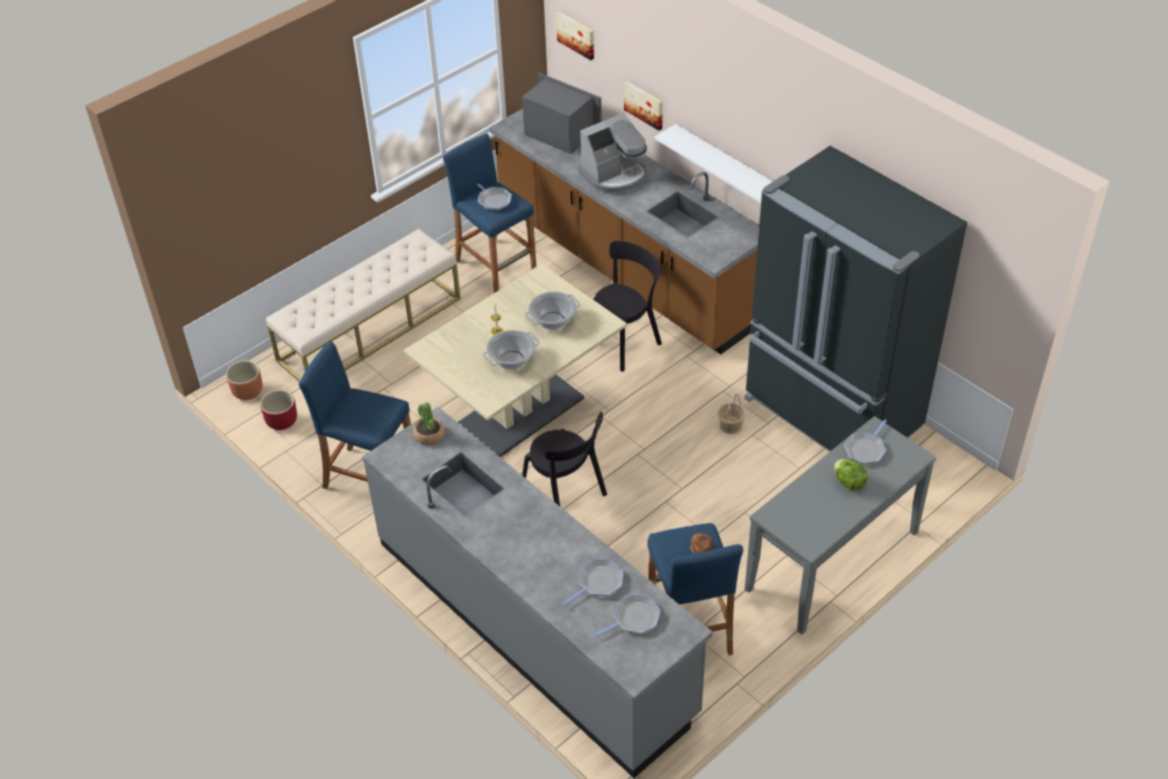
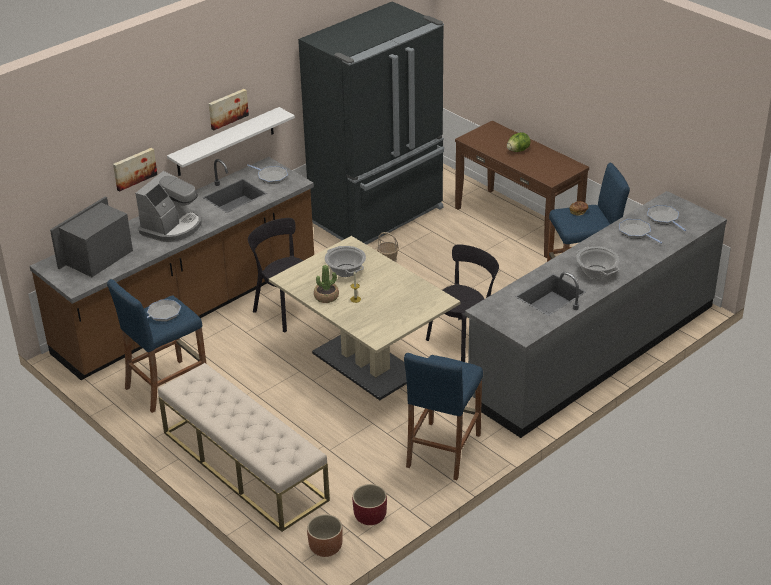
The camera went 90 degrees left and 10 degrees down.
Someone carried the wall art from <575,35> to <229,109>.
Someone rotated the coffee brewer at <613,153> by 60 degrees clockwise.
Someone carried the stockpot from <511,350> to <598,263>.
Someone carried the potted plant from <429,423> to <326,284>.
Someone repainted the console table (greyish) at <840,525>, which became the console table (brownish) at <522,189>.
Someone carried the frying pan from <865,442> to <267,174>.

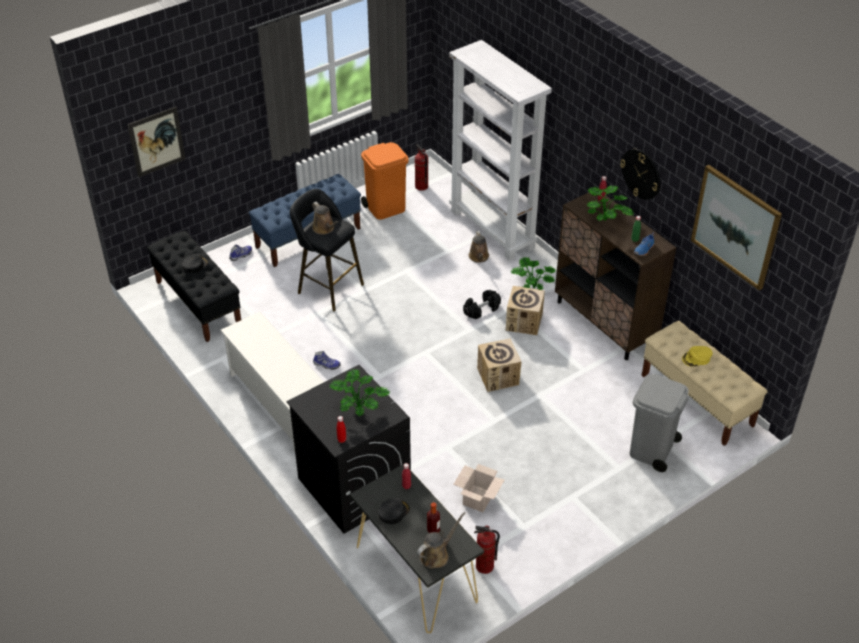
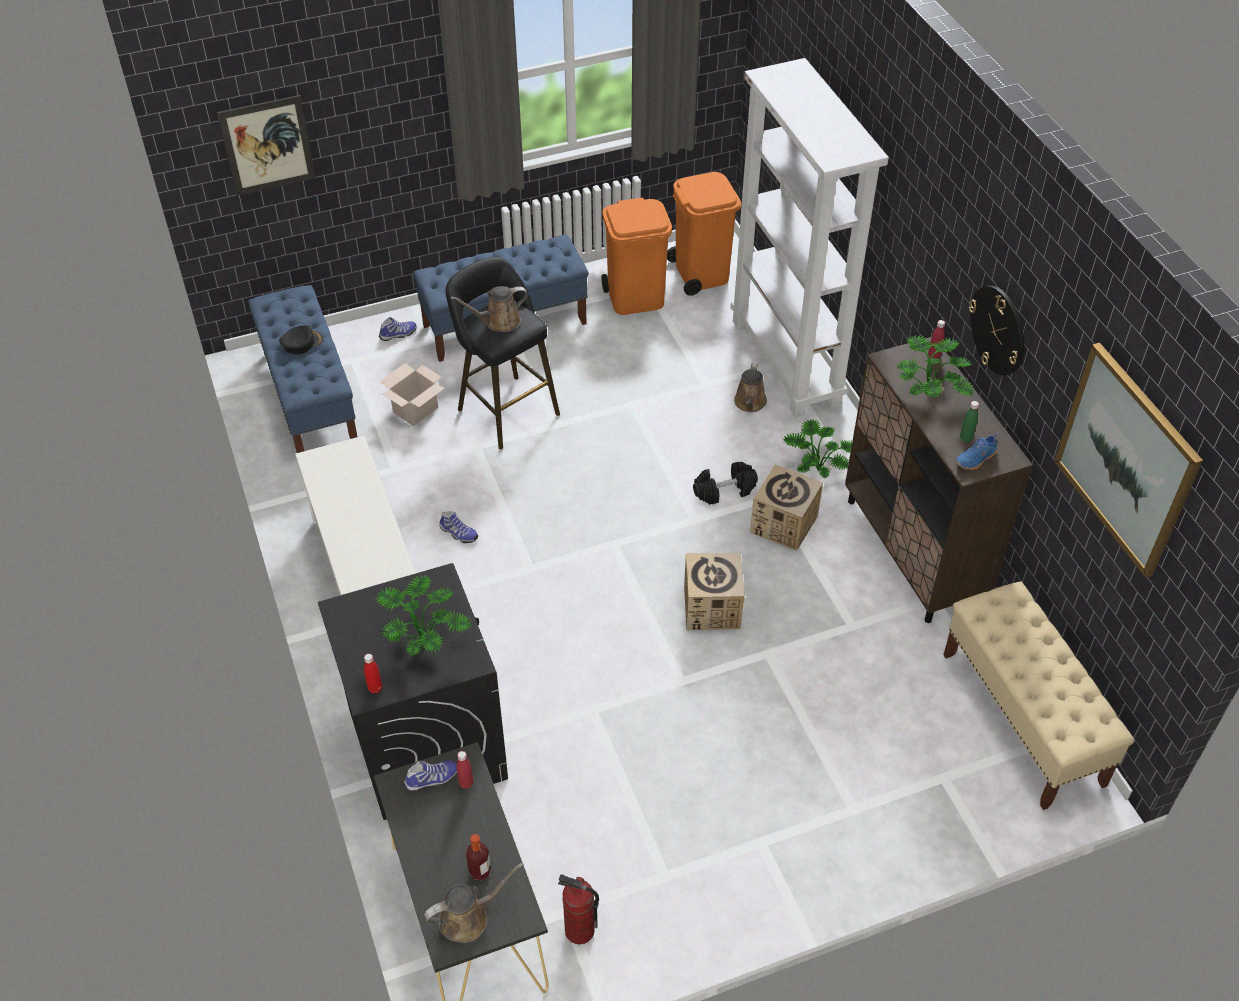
The camera went 15 degrees right and 5 degrees up.
Someone swapped the extinguisher at <421,167> for the trash can (orange) at <704,234>.
Someone rotated the sprinkling can (brownish) at <325,218> by 90 degrees clockwise.
Someone repainted the indoor bench (blackish) at <194,286>, which became the indoor bench (bluish) at <302,369>.
Someone took away the baseball cap (yellow-coloured) at <697,356>.
Someone took away the trash can (greyish) at <659,423>.
Someone carried the cardboard box from <479,488> to <412,394>.
Someone took away the baseball cap (blackish) at <393,511>.
Someone put down the low shoe at <430,776>.

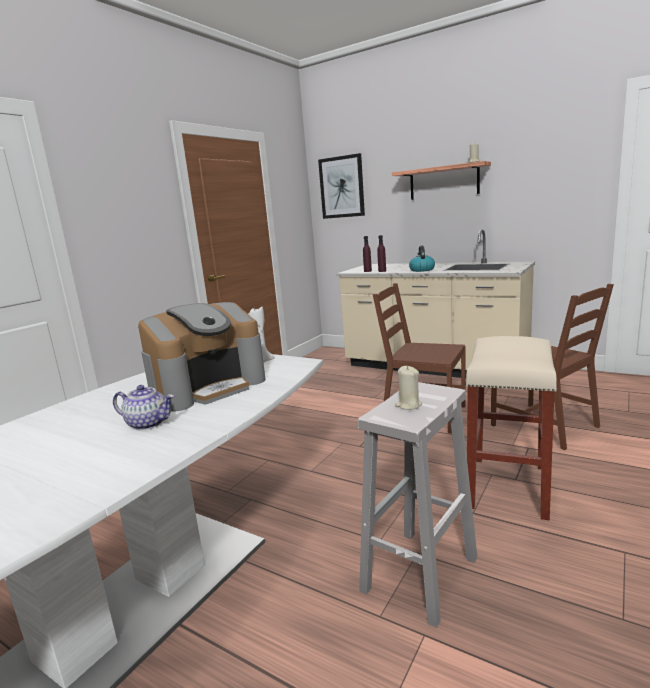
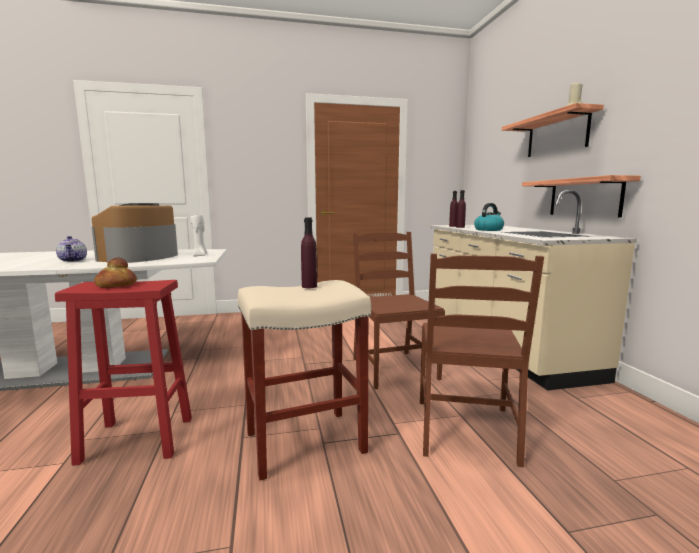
The camera went 45 degrees right and 5 degrees down.
Someone took away the wall art at <341,186>.
Someone rotated the coffee brewer at <202,357> by 105 degrees clockwise.
Someone swapped the wax candle (beige) at <408,388> for the baked bread at <115,273>.
Someone repainted the stool seat (whitish) at <417,505>, which became the stool seat (red-coloured) at <123,373>.
Someone put up the bracket shelf at <581,196>.
Someone put down the drink bottle (purple-coloured) at <309,252>.

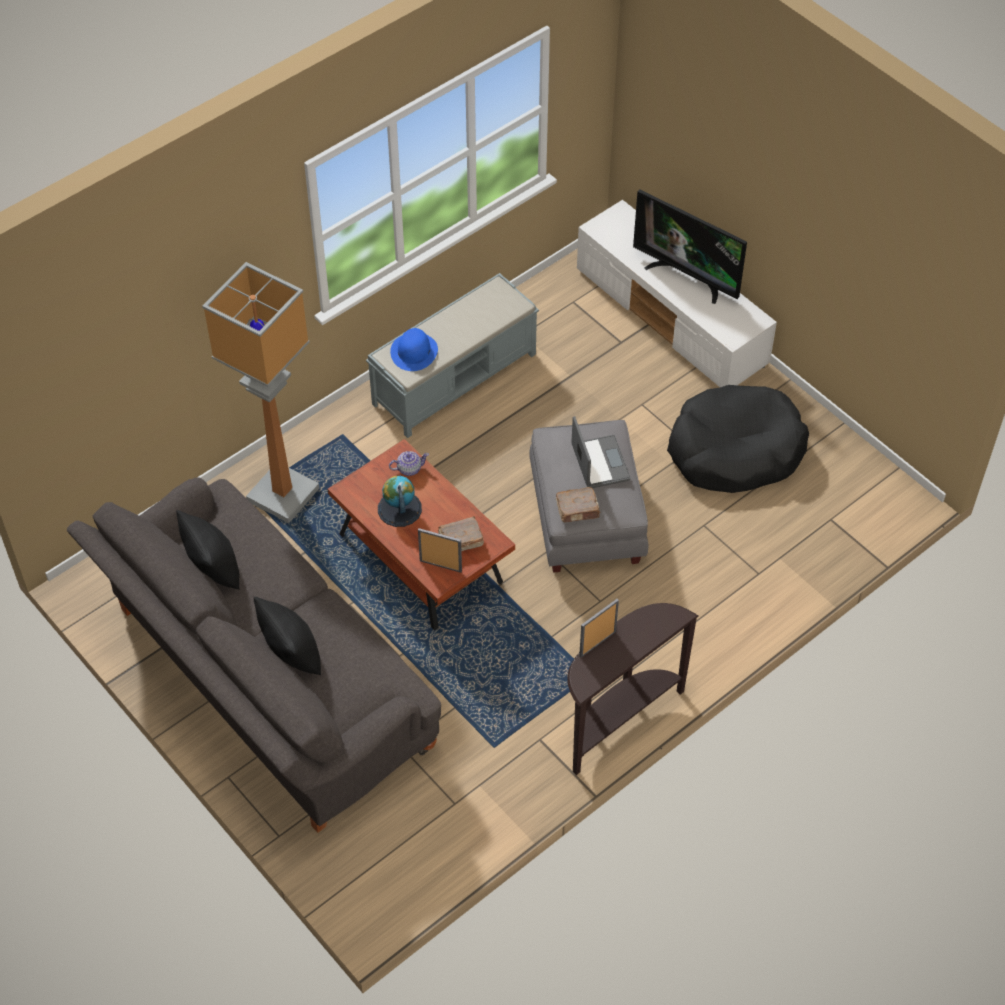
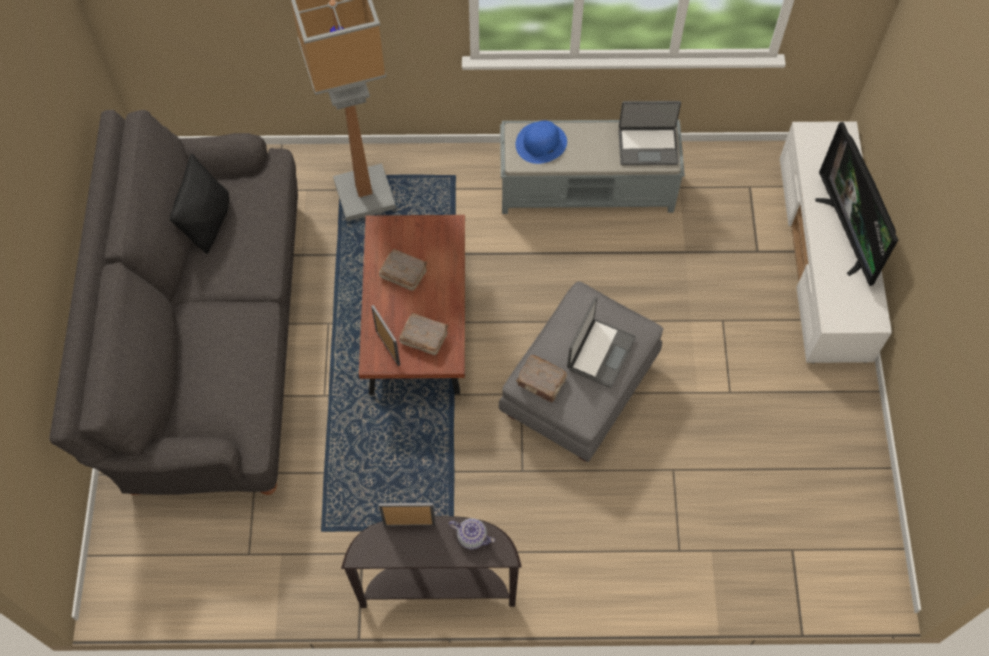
The camera went 40 degrees right and 10 degrees up.
Someone took away the dog cushion (blackish) at <738,439>.
Someone carried the tea pot from <409,463> to <472,533>.
Someone swapped the desk globe at <400,501> for the book (brownish) at <403,270>.
Someone took away the throw pillow (blackish) at <287,636>.
Someone put down the portable computer at <649,133>.

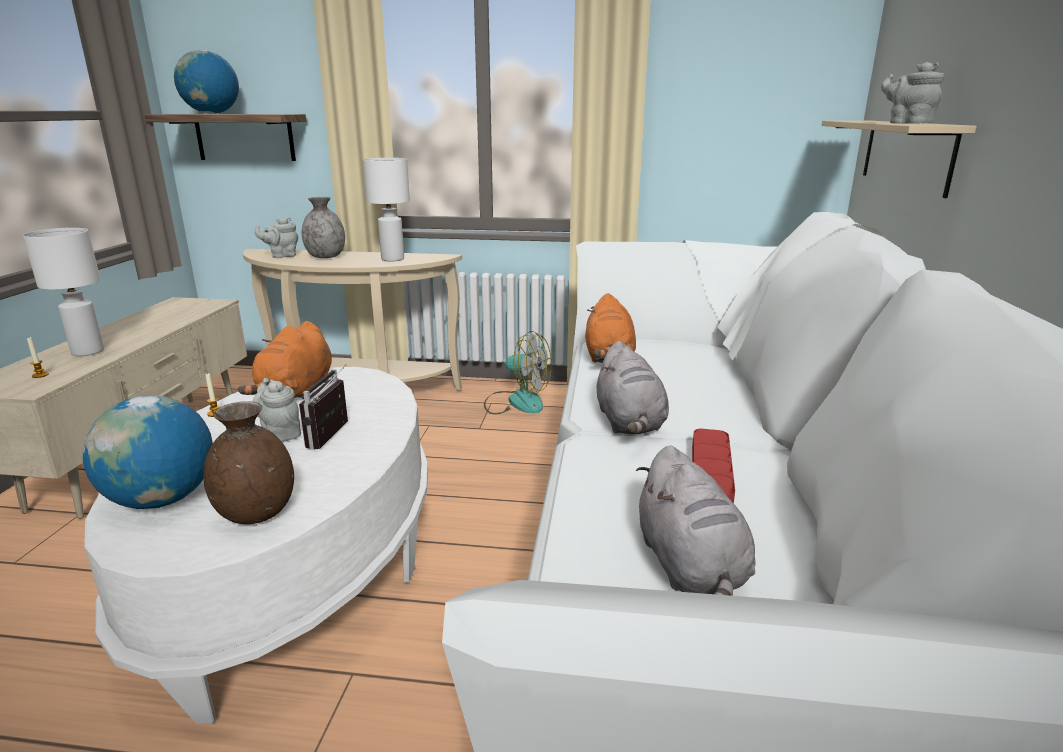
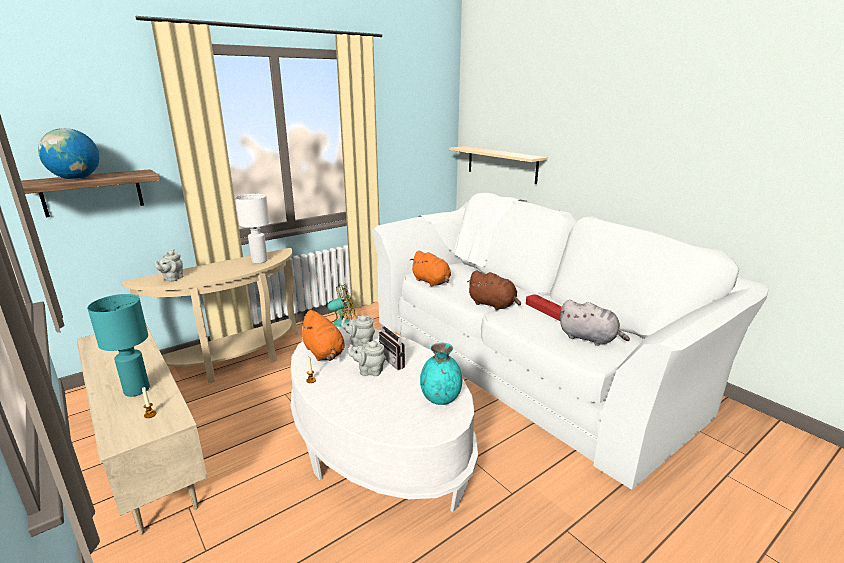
The camera went 45 degrees left and 0 degrees up.
Someone carried the tea pot (greyish) from <912,93> to <358,331>.
Someone took away the flower vase (greyish) at <323,227>.
Someone repainted the lamp for a table (whitish) at <63,292>, which became the lamp for a table (turquoise-coloured) at <118,345>.
Someone repainted the soft toy (greyish) at <632,387>, which became the soft toy (brownish) at <494,290>.
Someone took away the desk globe at <148,452>.
Someone repainted the flower vase (brownish) at <248,462>, which became the flower vase (turquoise-coloured) at <441,374>.

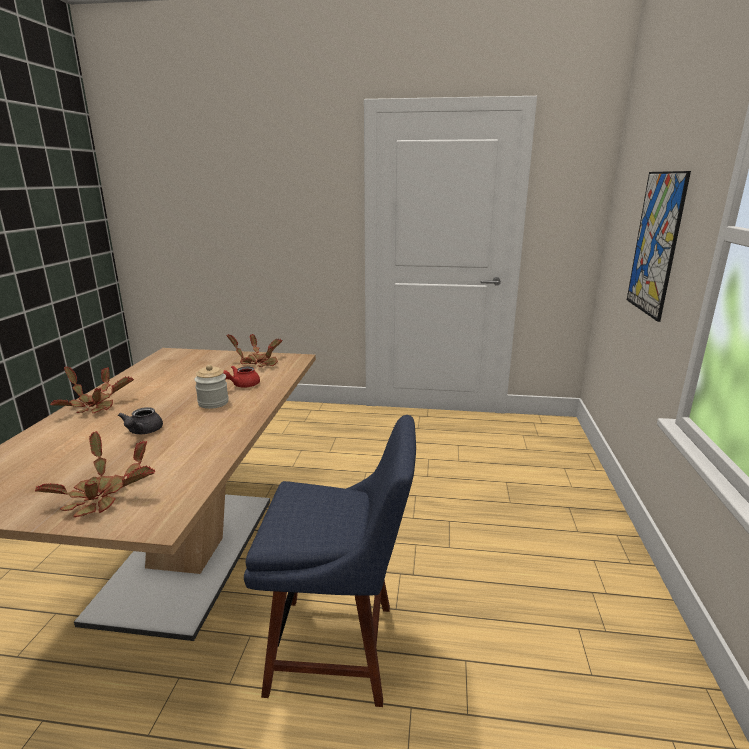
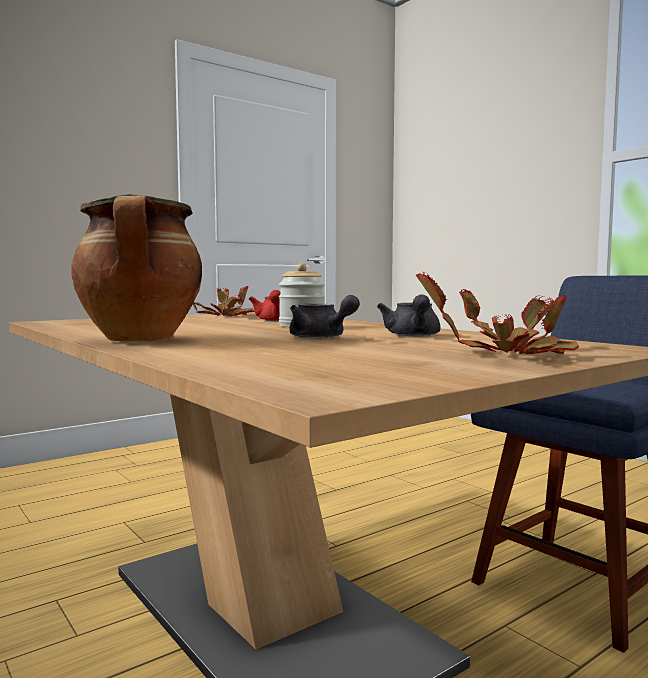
The camera went 45 degrees left and 15 degrees down.
Someone took away the wall art at <659,246>.
Someone swapped the potted plant at <92,389> for the stockpot at <136,268>.
Someone put down the tea pot (greyish) at <409,315>.

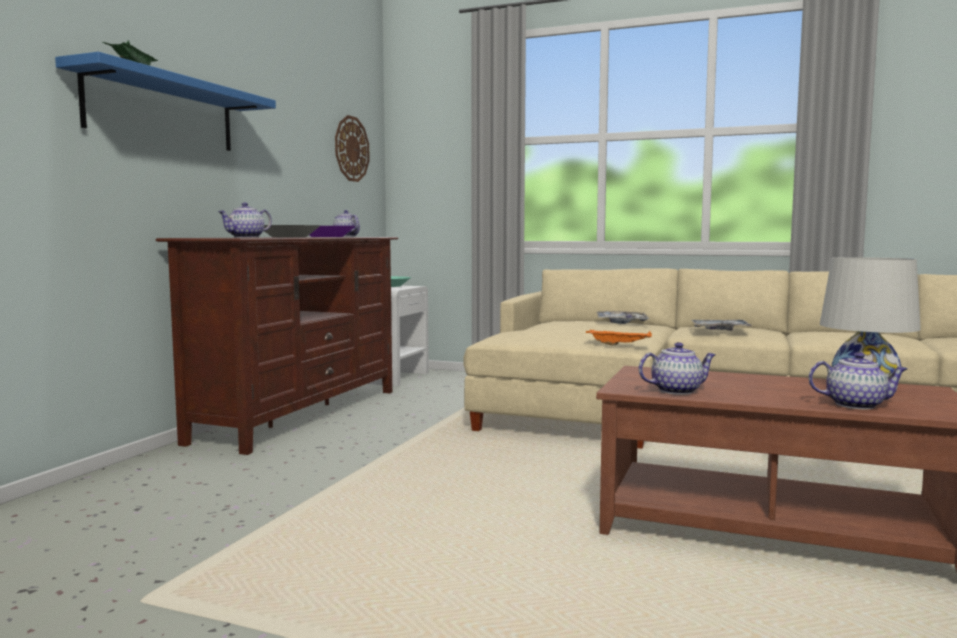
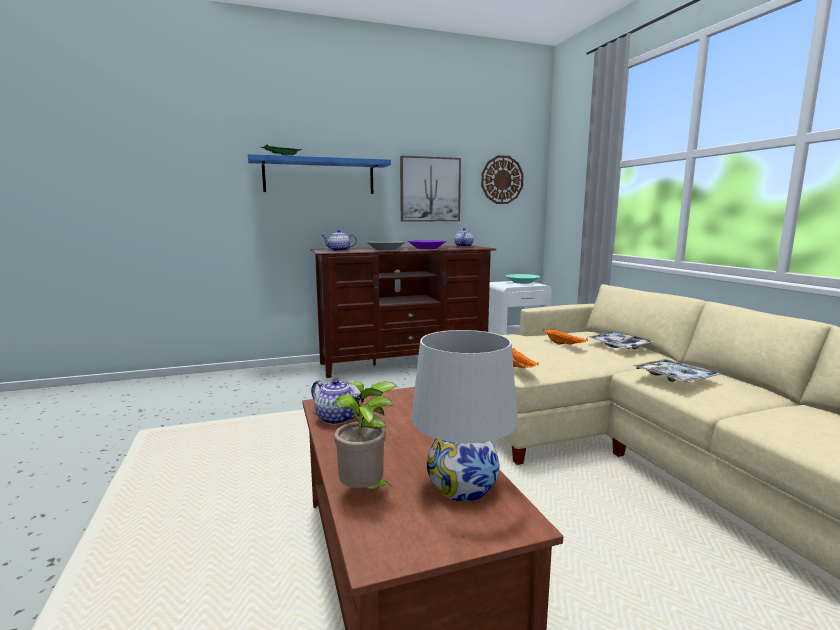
The camera went 50 degrees right and 5 degrees up.
Someone swapped the tea pot at <858,380> for the potted plant at <365,435>.
Someone put up the wall art at <430,189>.
Someone put down the carrying tray (orange) at <565,337>.

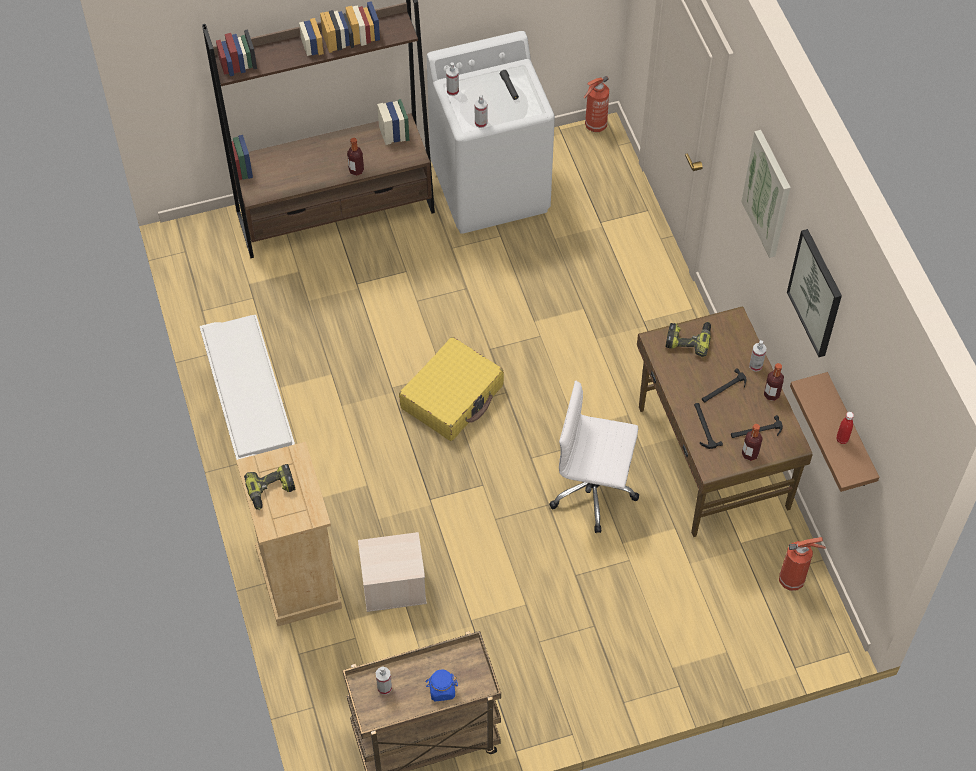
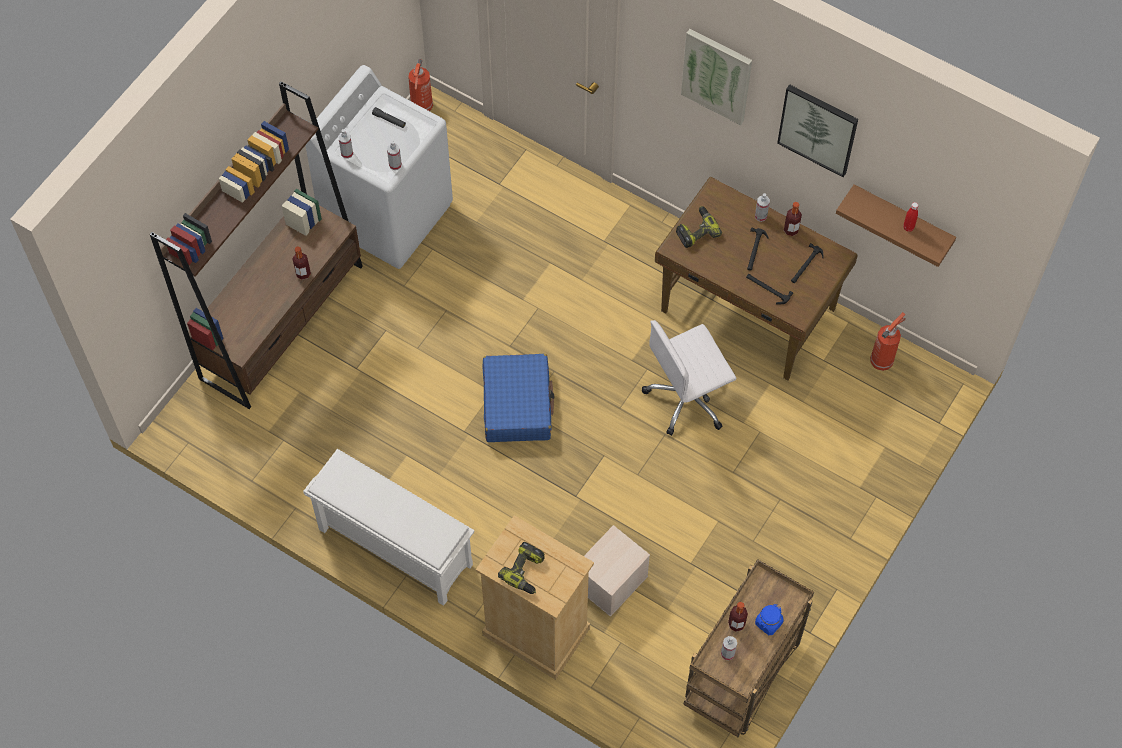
The camera went 40 degrees left and 5 degrees up.
Someone repainted the suitcase (yellow-coloured) at <451,389>, which became the suitcase (bluish) at <518,398>.
Someone carried the drink bottle from <752,442> to <738,617>.

